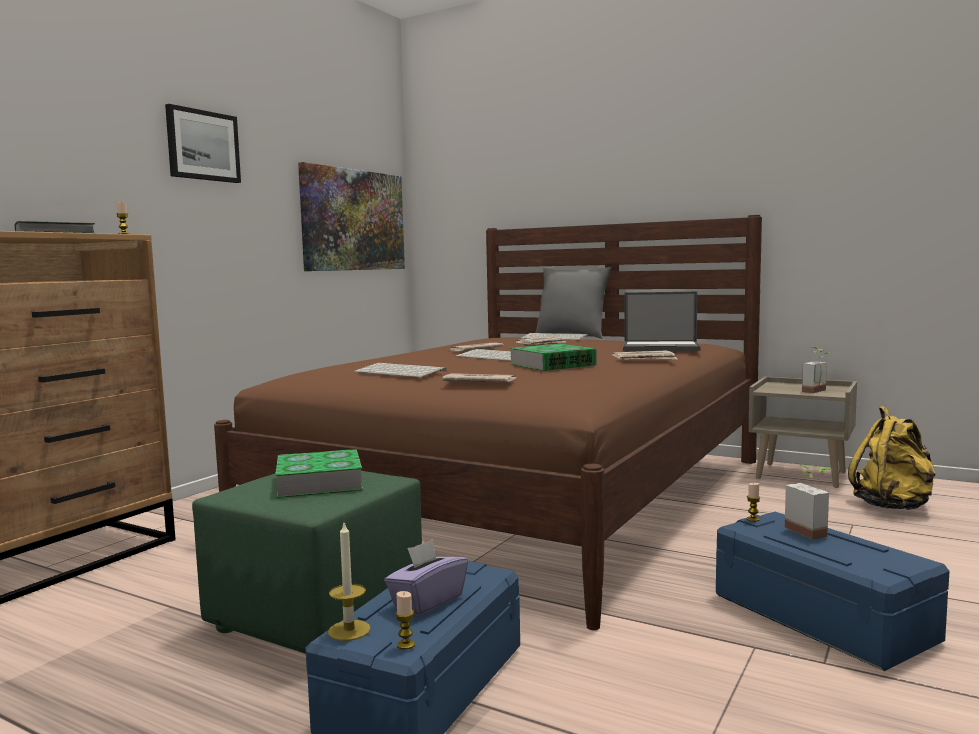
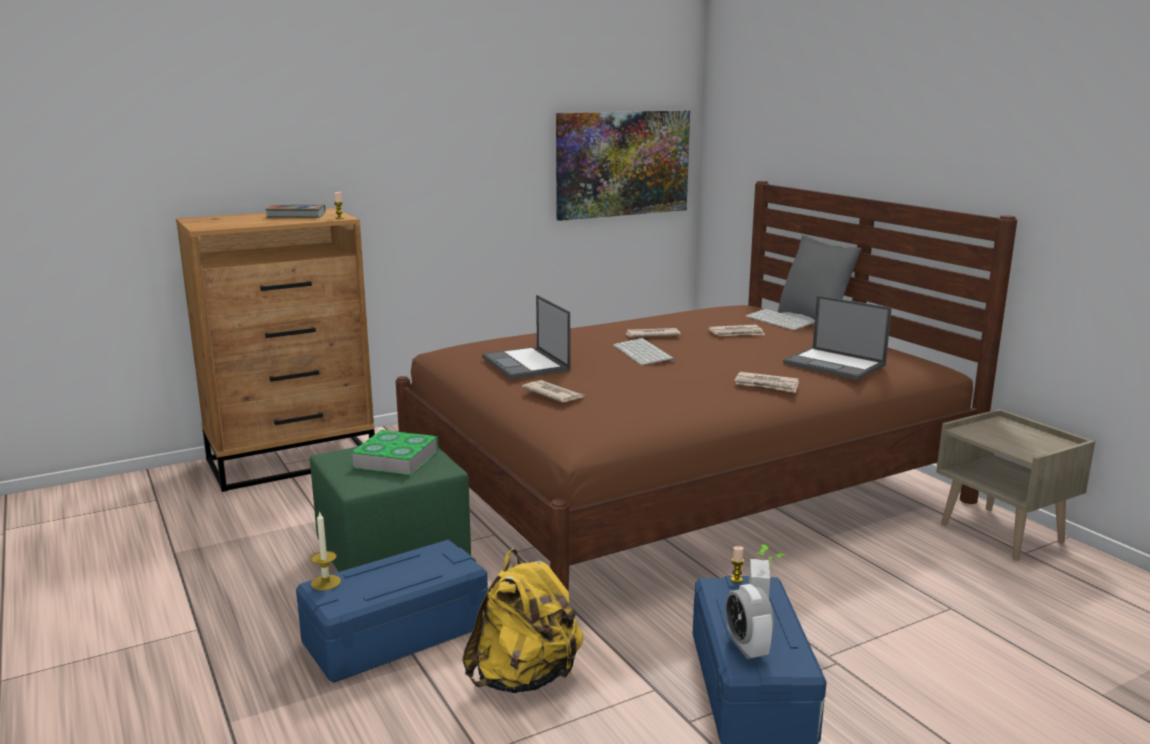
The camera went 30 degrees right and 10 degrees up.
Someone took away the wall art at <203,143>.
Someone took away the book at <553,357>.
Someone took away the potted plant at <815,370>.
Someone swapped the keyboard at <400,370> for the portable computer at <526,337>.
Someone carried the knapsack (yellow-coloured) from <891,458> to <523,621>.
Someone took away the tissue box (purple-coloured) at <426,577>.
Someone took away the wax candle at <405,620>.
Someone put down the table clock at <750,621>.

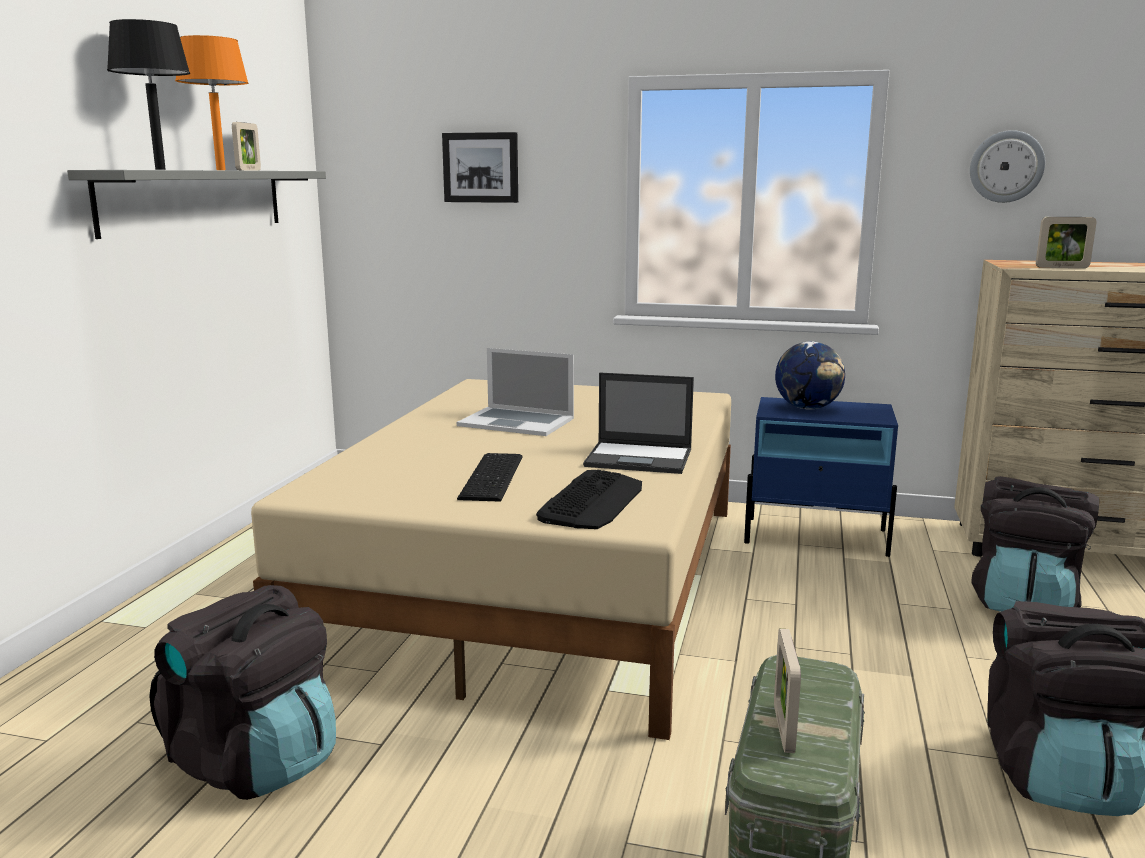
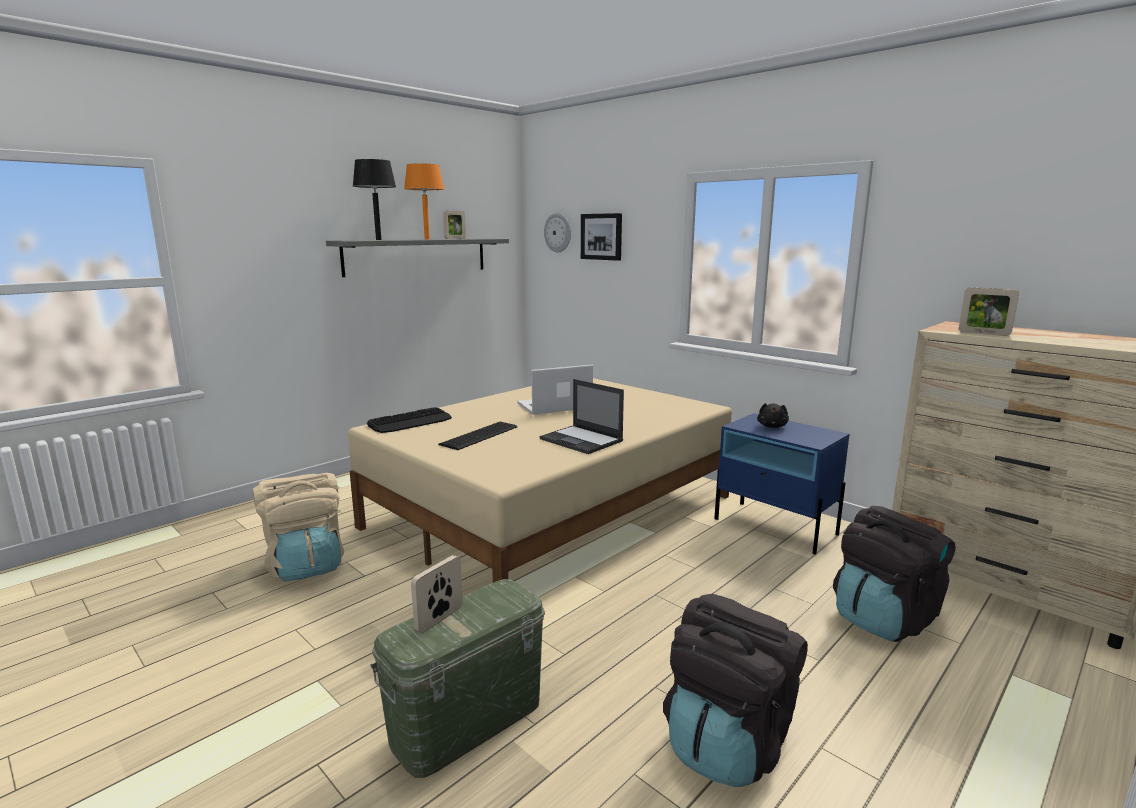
The camera went 30 degrees right and 0 degrees up.
Someone carried the clock on the wall from <1007,166> to <557,232>.
Someone swapped the desk globe at <810,375> for the soft toy (blackish) at <773,415>.
Someone rotated the portable computer at <515,392> by 105 degrees clockwise.
Someone carried the keyboard from <589,499> to <409,420>.
Someone repainted the knapsack (blackish) at <243,692>, which became the knapsack (beige) at <298,527>.

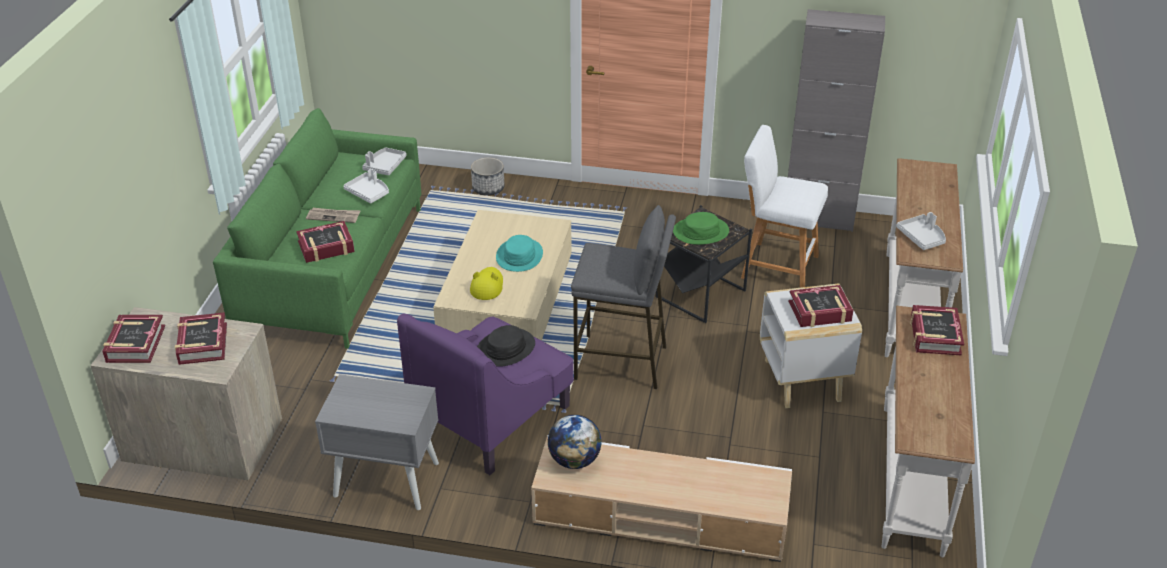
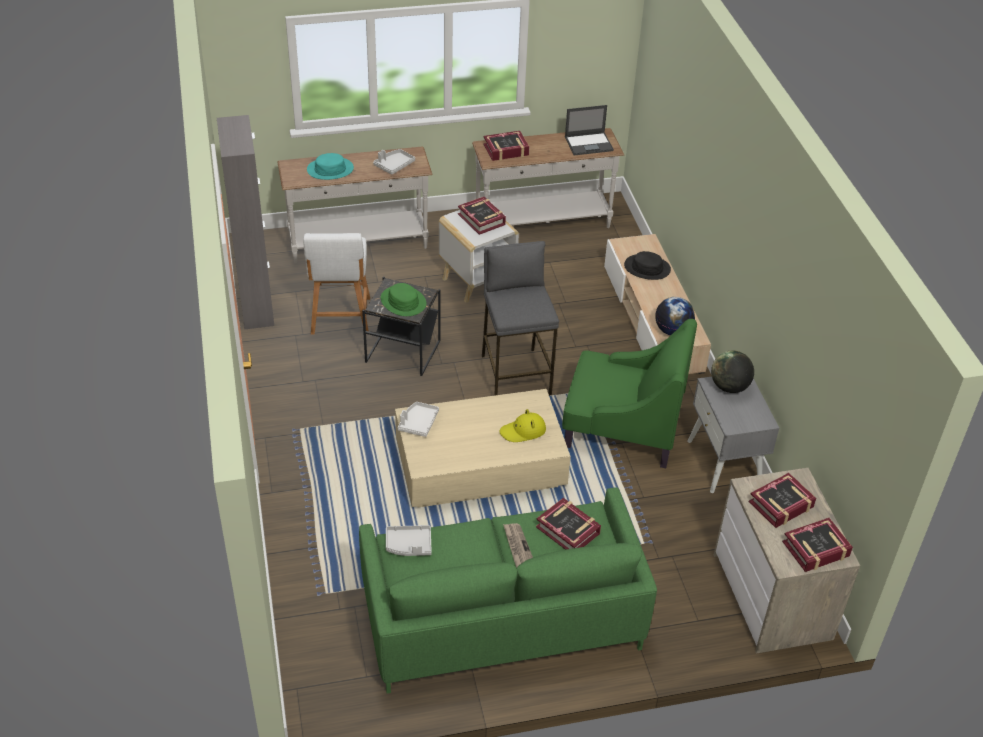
The camera went 115 degrees left and 5 degrees up.
Someone took away the planter at <488,176>.
Someone carried the carrying tray (whitish) from <366,186> to <418,419>.
Someone carried the hat (turquoise-coloured) from <519,253> to <330,166>.
Someone repainted the easy chair (purple-coloured) at <485,394>, which became the easy chair (greenish) at <629,393>.
Someone carried the hat (blackish) from <506,346> to <647,265>.
Someone put down the portable computer at <589,130>.
Someone put down the desk globe at <732,371>.

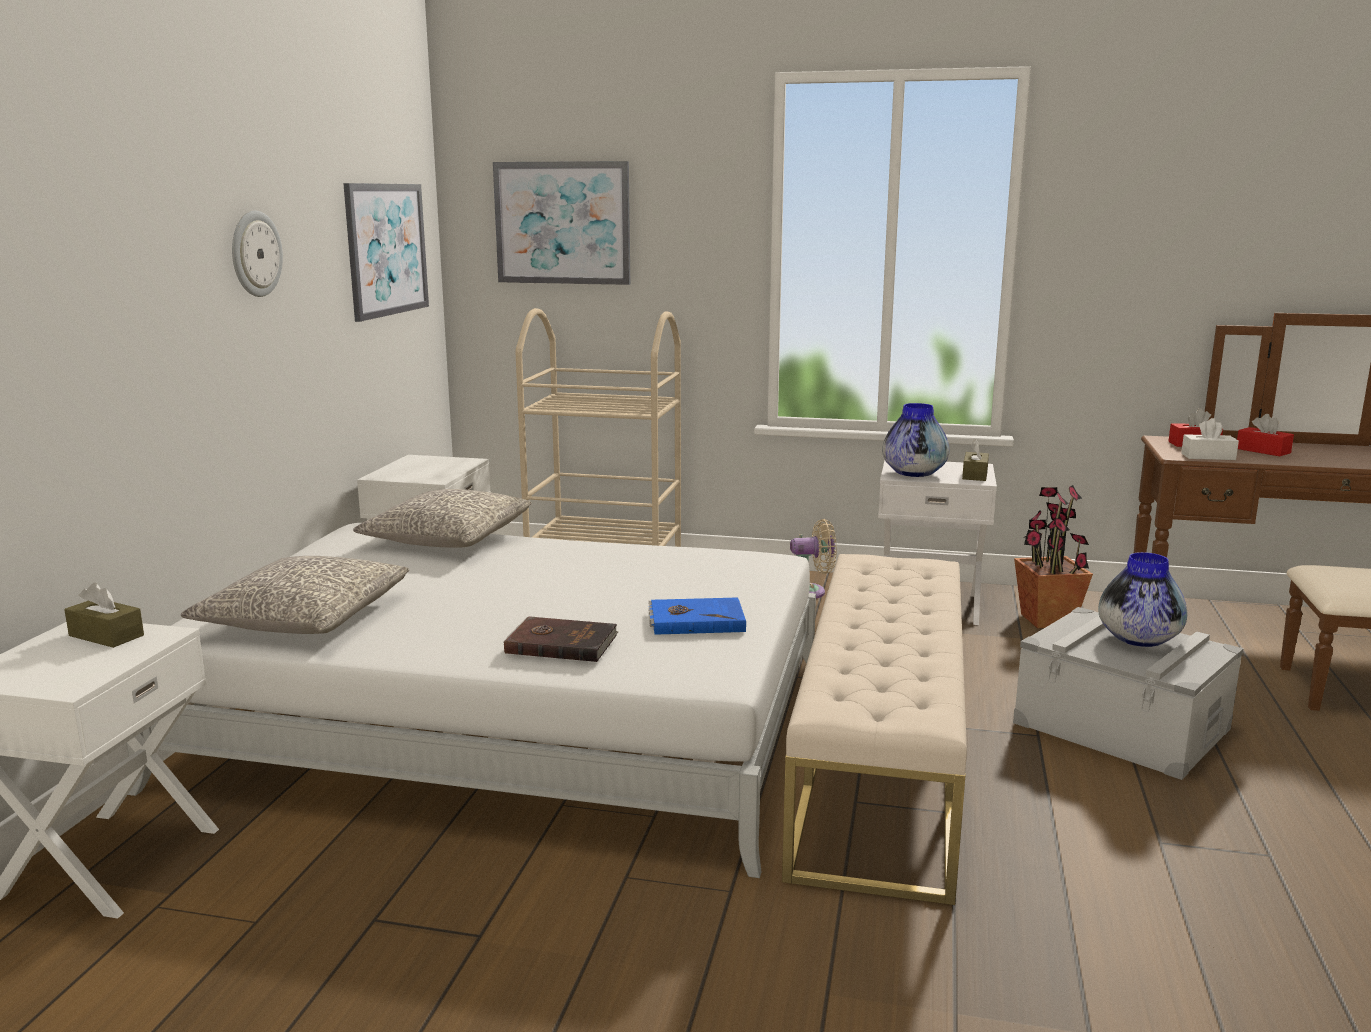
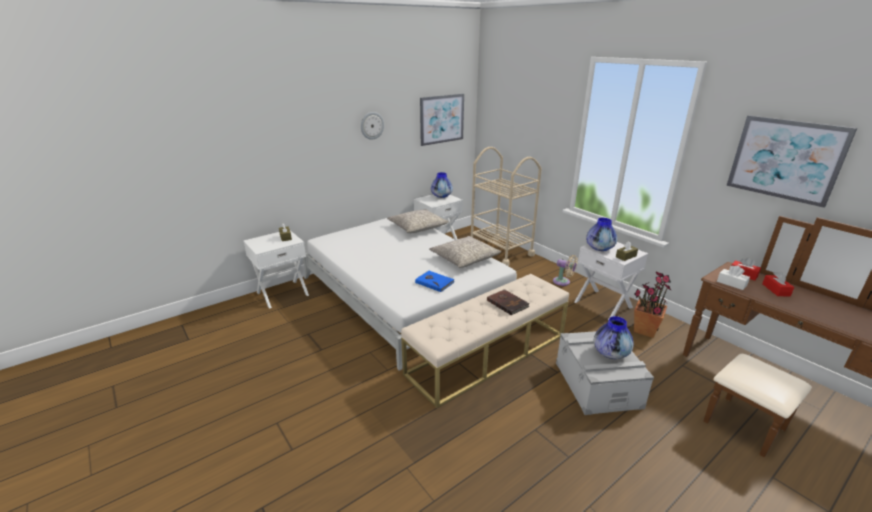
The camera went 40 degrees right and 10 degrees up.
Someone carried the wall art from <561,223> to <792,161>.
Someone carried the throw pillow (greyish) from <295,595> to <465,252>.
Someone carried the book (brownish) from <561,639> to <508,302>.
Someone put down the flower vase at <442,185>.

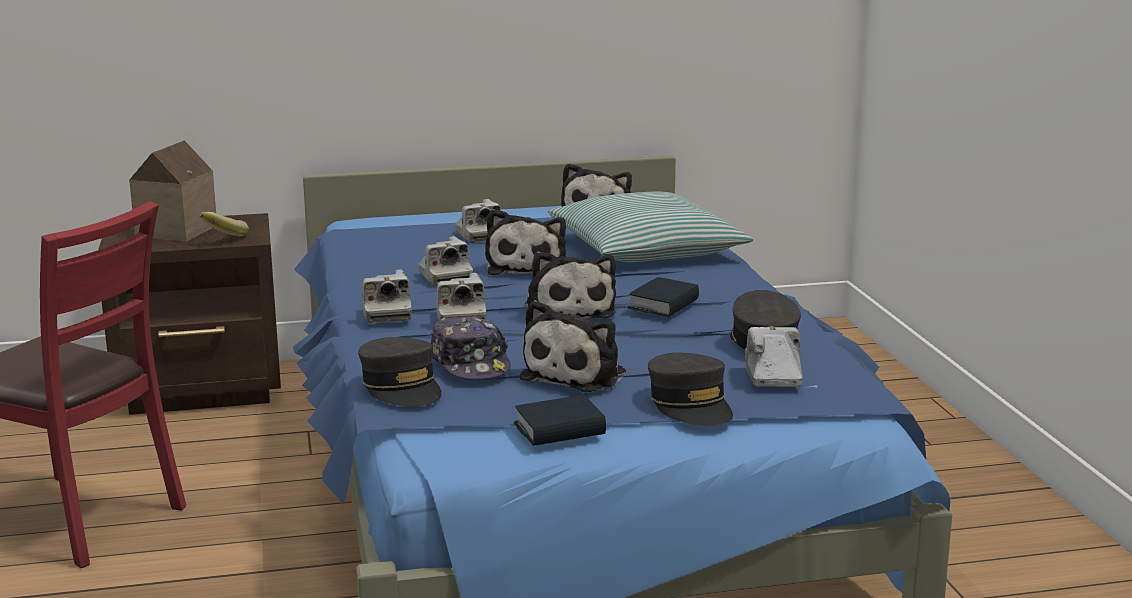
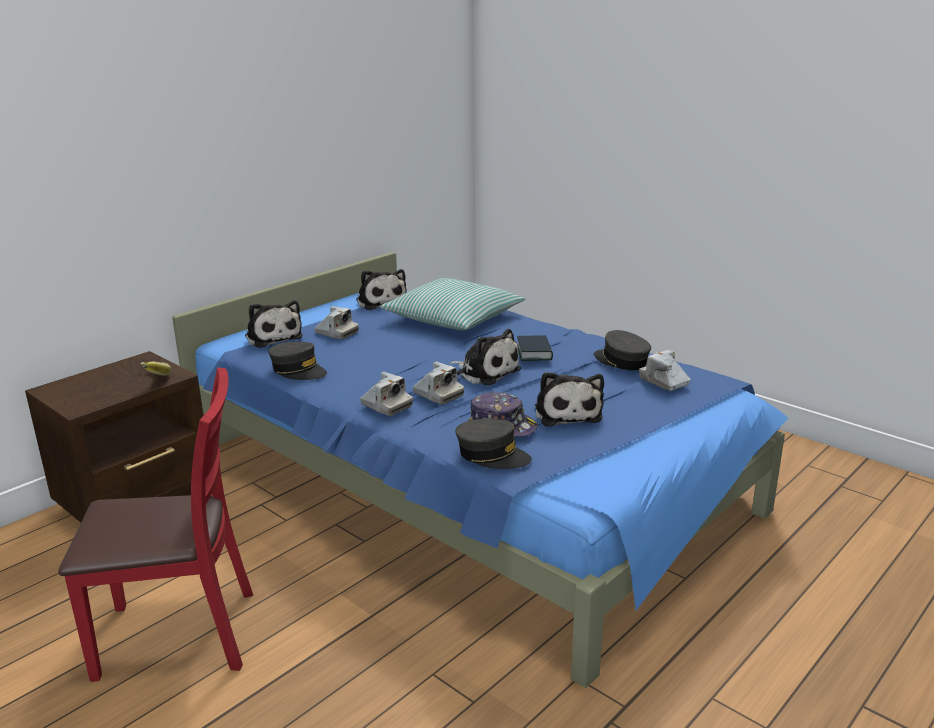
The camera went 35 degrees left and 5 degrees up.
Someone took away the miniature house at <172,191>.
Someone carried the soft toy from <525,242> to <274,324>.
Someone took away the photo camera at <445,261>.
Someone carried the baseball cap (greyish) from <690,389> to <297,361>.
Someone took away the book at <560,420>.

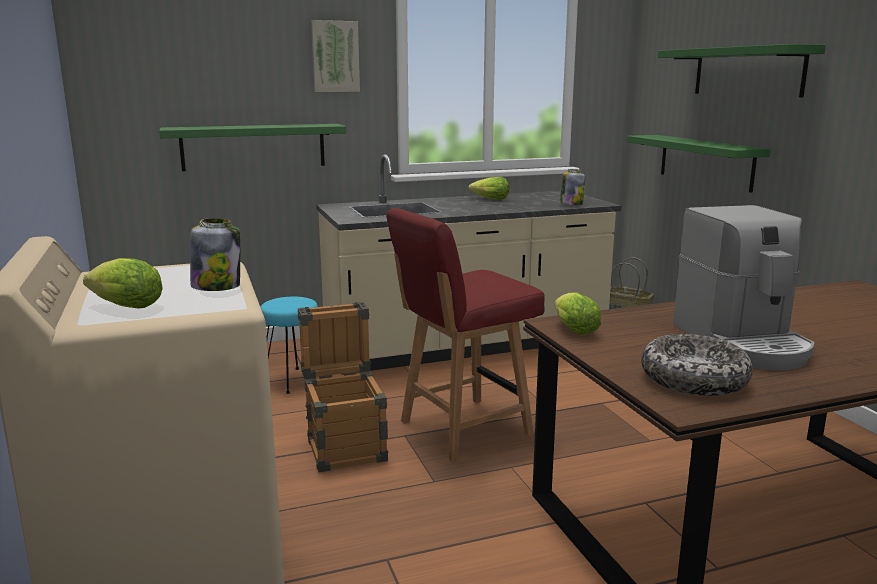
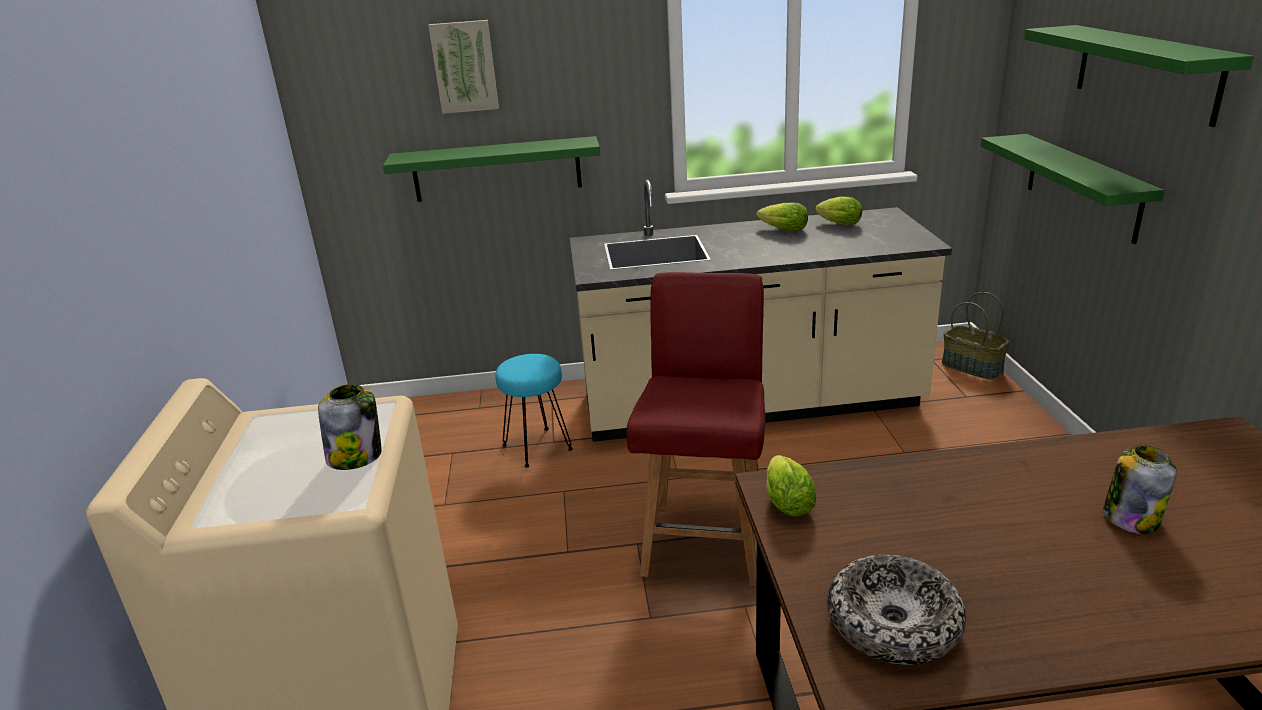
The camera went 15 degrees right and 10 degrees up.
Someone carried the wall art from <335,56> to <463,67>.
Someone carried the jar from <573,187> to <1140,489>.
Someone took away the coffee brewer at <743,287>.
Someone rotated the plain chair (red-coloured) at <465,335> by 120 degrees clockwise.
Someone carried the lettuce head from <123,283> to <838,210>.
Someone took away the shipping crate at <343,387>.

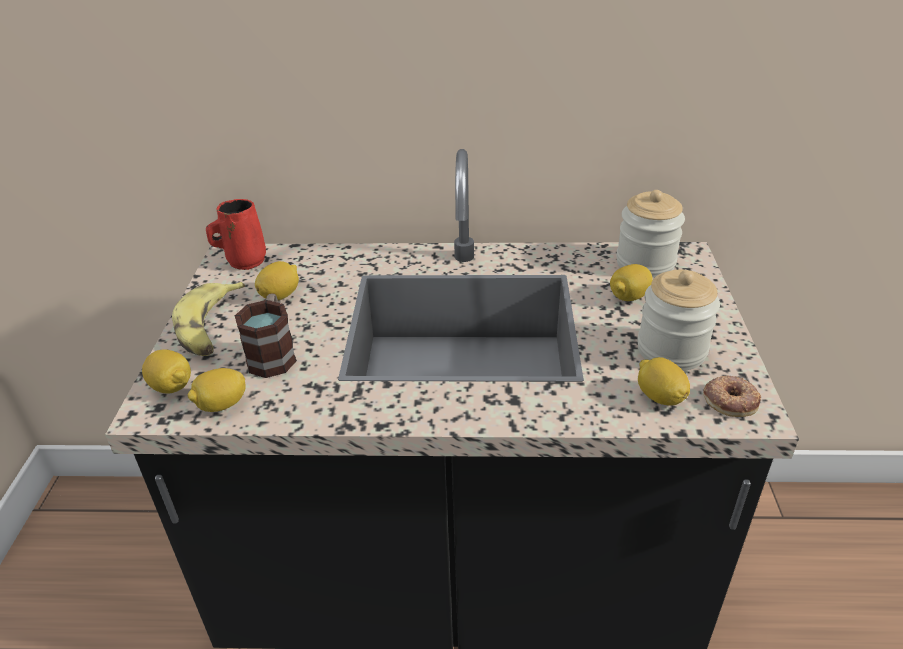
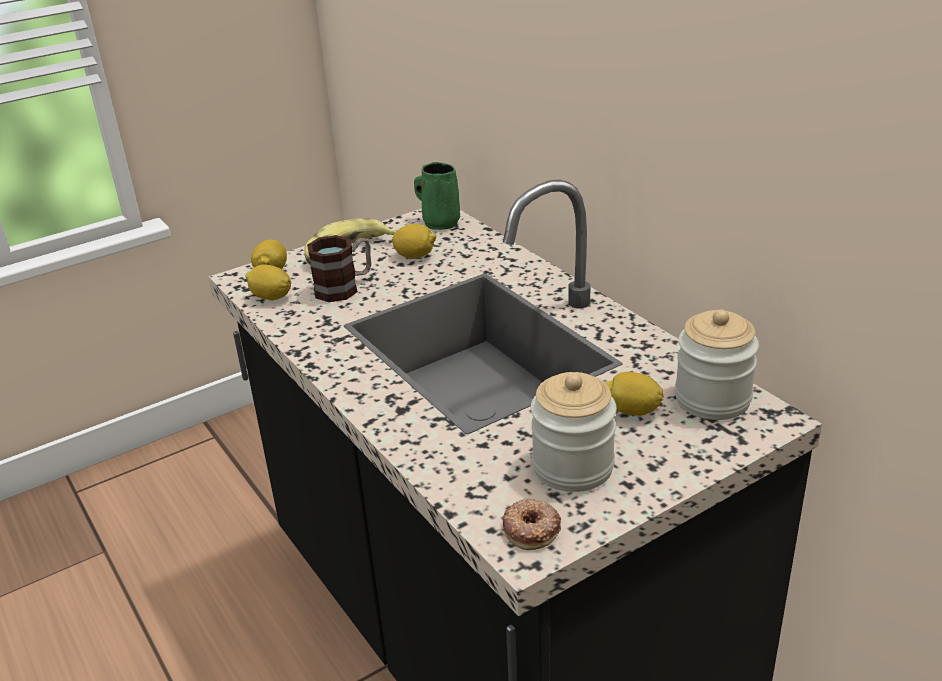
The camera went 55 degrees right and 5 degrees down.
Someone repainted the mug (red-coloured) at <236,234>, which became the mug (greenish) at <437,196>.
Someone took away the whole lemon at <664,381>.

